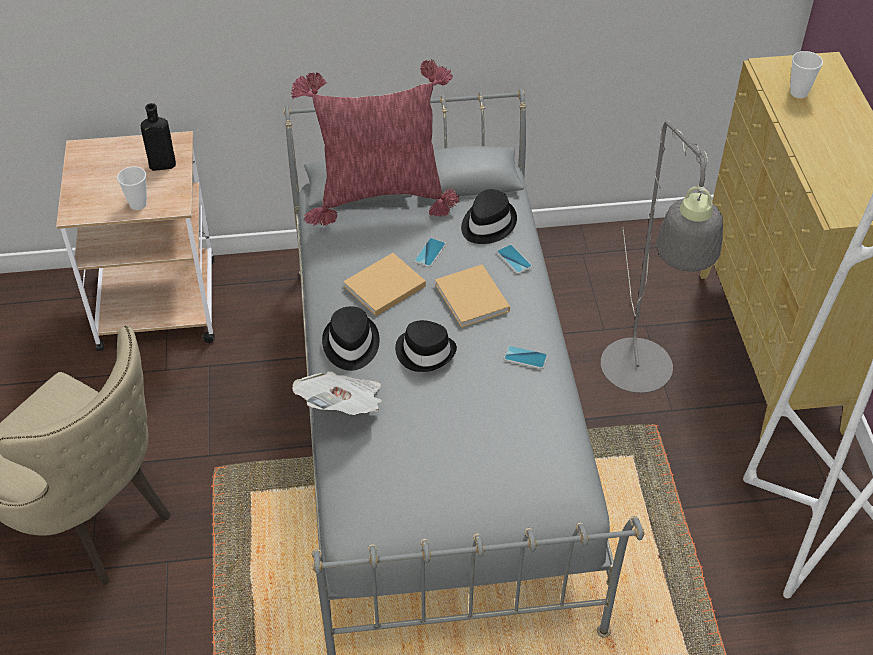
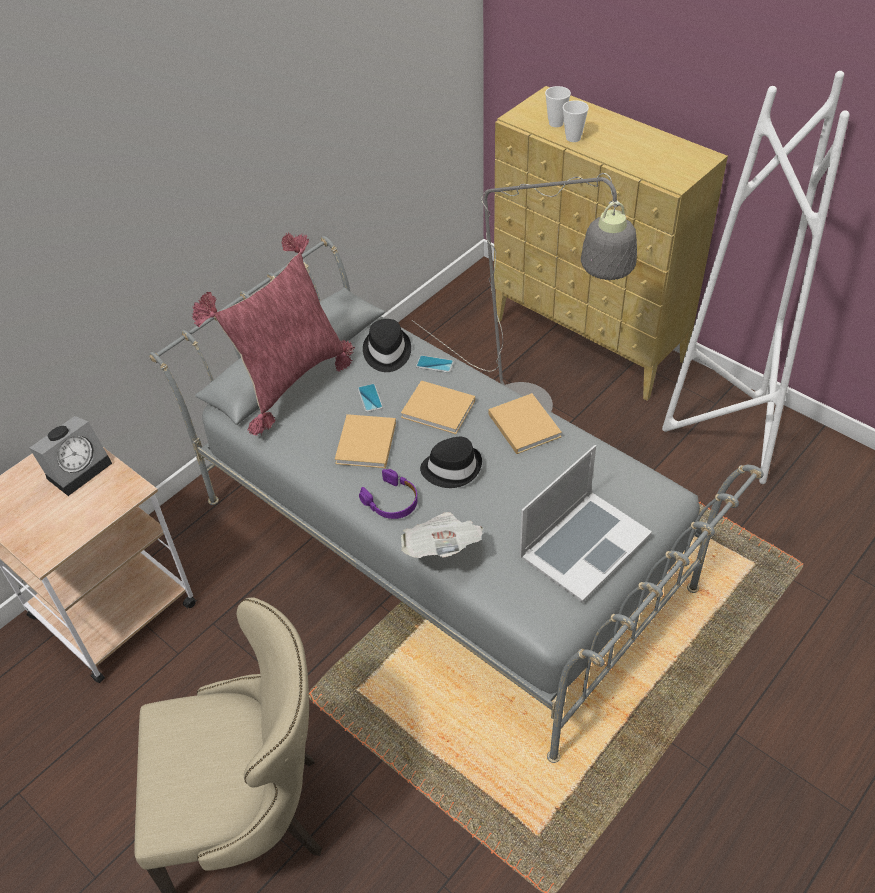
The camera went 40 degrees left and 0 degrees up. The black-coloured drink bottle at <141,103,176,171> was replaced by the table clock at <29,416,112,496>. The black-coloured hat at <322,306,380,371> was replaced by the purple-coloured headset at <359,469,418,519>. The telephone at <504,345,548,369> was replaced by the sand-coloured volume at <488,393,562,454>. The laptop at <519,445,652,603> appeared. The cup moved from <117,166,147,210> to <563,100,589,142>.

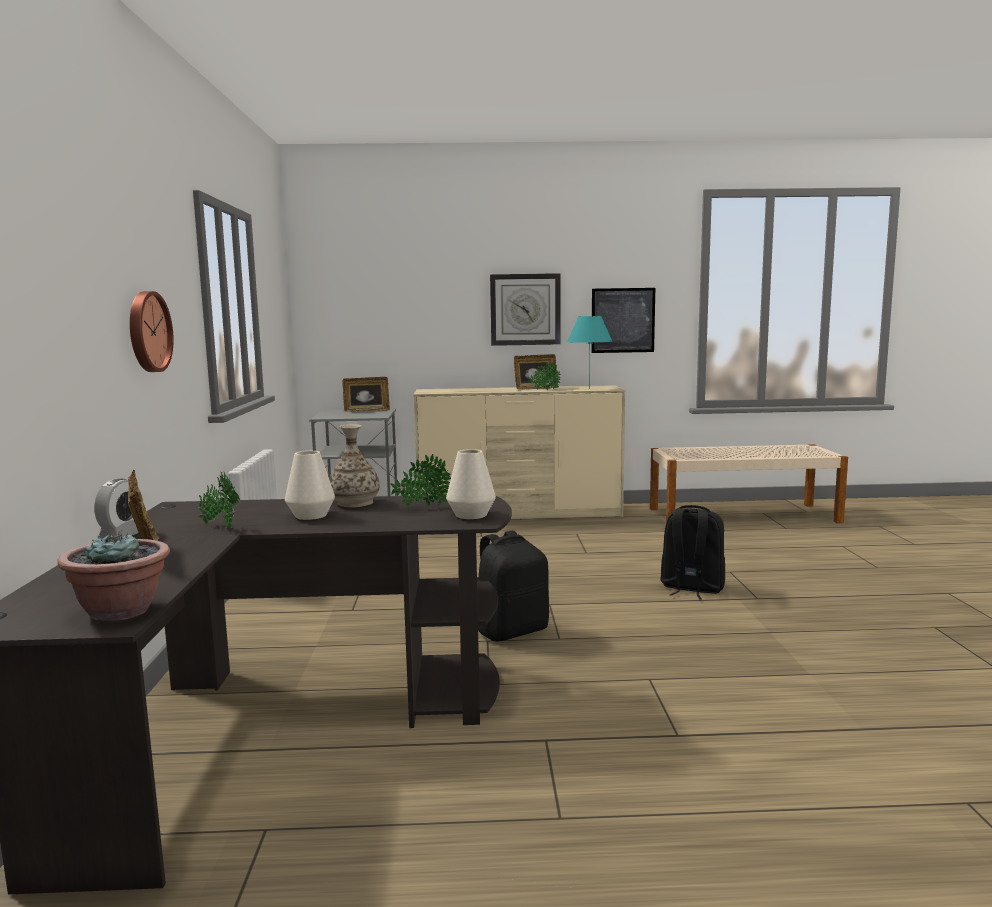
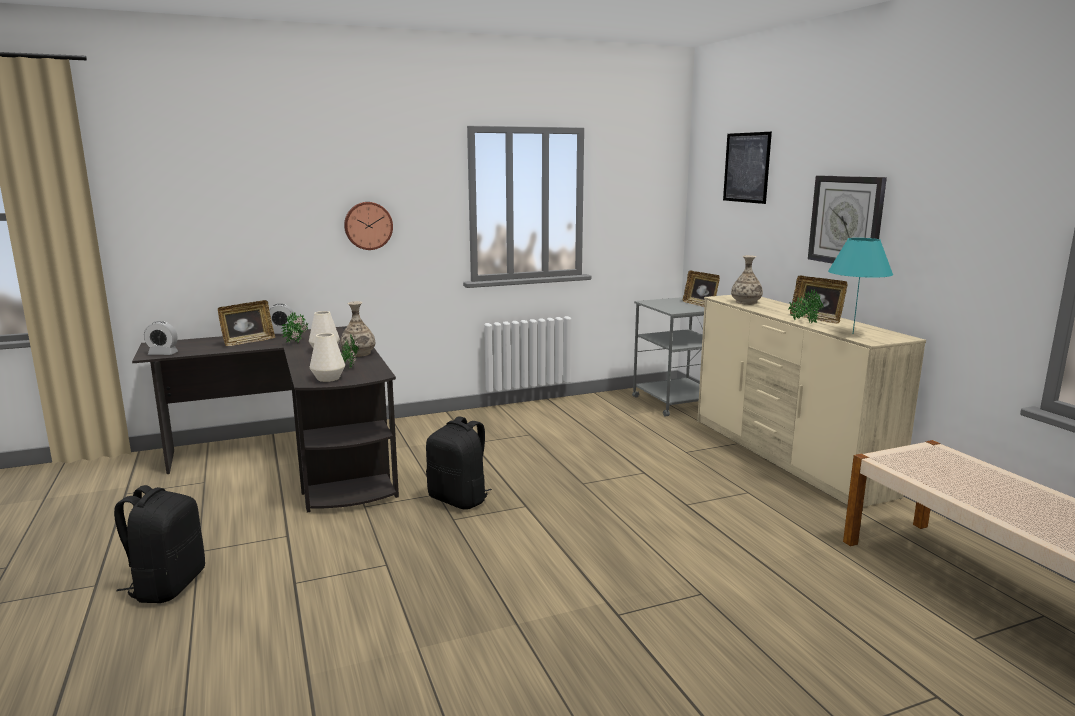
The camera went 70 degrees right and 5 degrees up. The black-coloured knapsack moved from <661,505,725,600> to <114,485,205,603>. The houseplant at <57,530,170,621> was replaced by the table clock at <144,321,178,355>. The picture moved from <592,288,655,353> to <723,132,772,204>. The vase at <731,255,763,304> appeared.

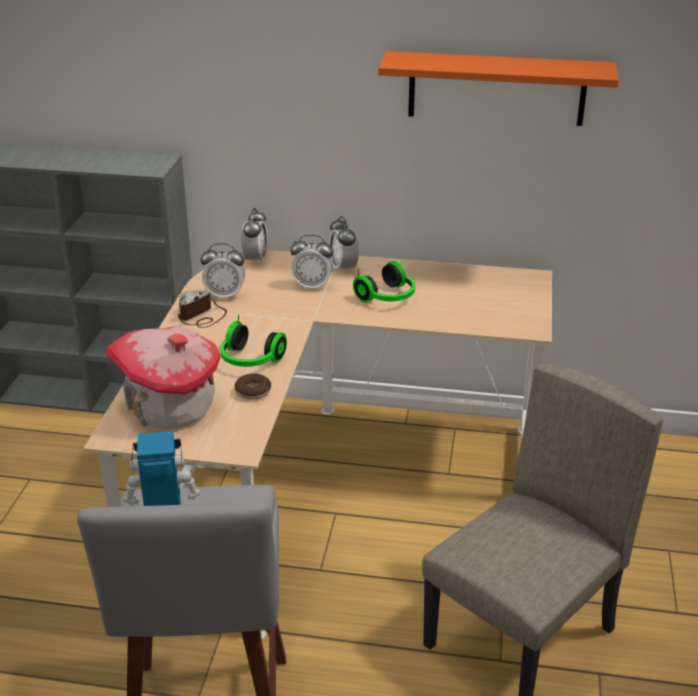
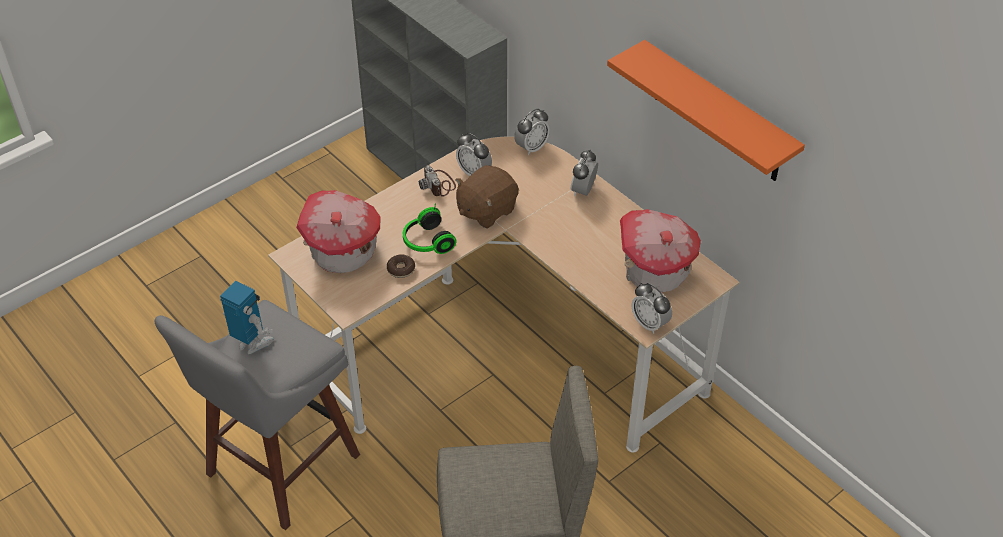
The camera went 40 degrees right and 15 degrees up. The still camera at <178,289,227,328> turned 105 degrees counterclockwise. The brown plush toy at <455,165,519,229> appeared. The toy house at <620,209,701,293> appeared. The table clock moved from <290,234,334,290> to <632,283,672,334>. The headset at <353,261,415,303> disappeared.

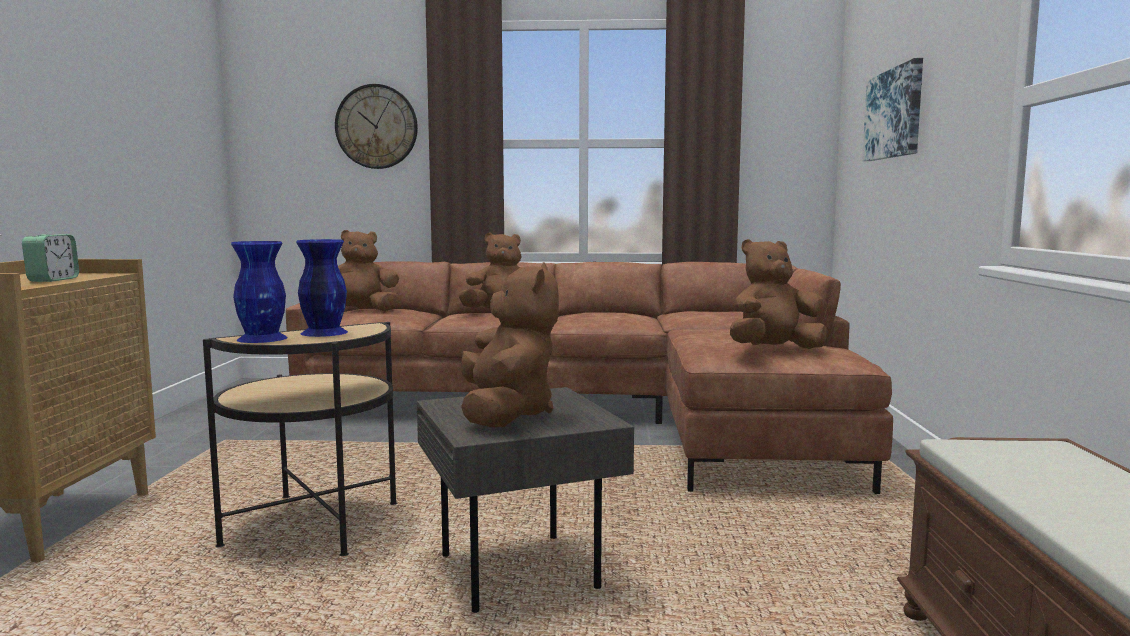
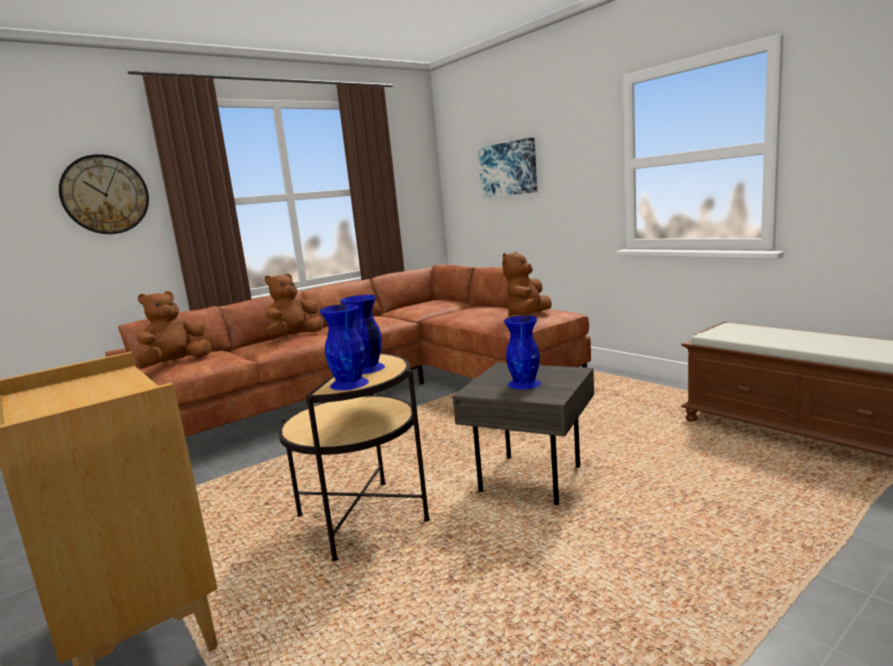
The camera went 40 degrees left and 5 degrees up. The brown plush toy at <461,262,559,427> was replaced by the bluish vase at <504,316,541,389>. The table clock at <22,234,79,282> disappeared.

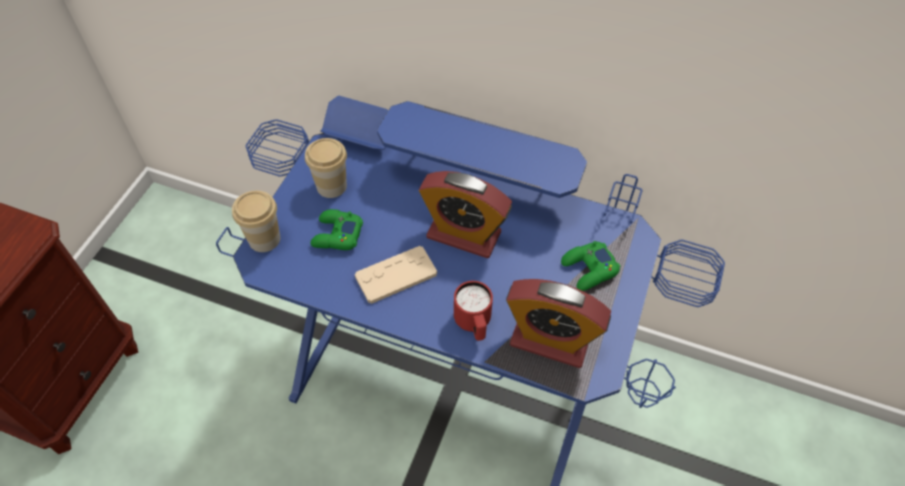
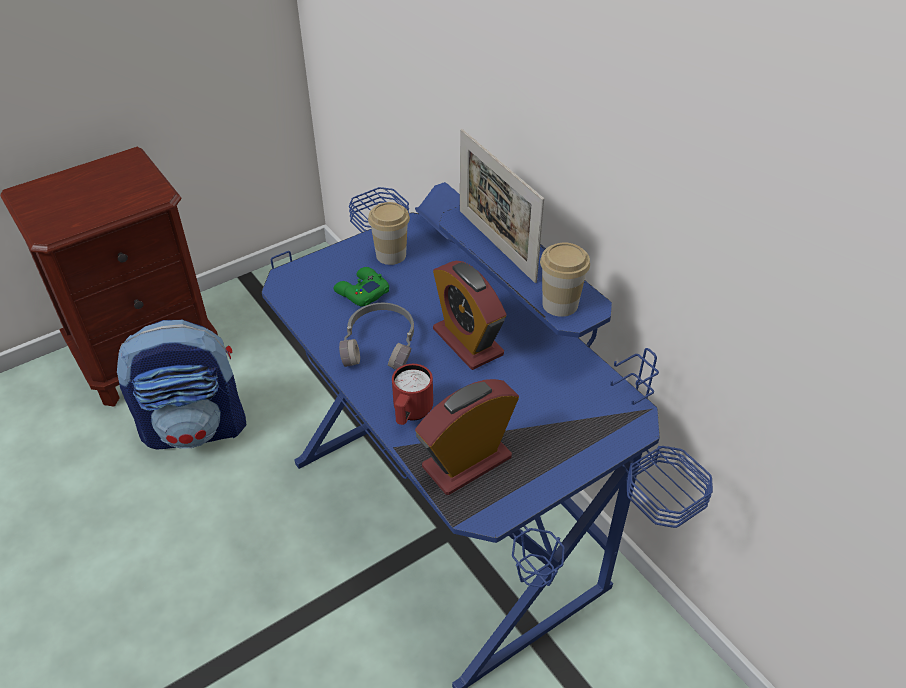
The camera went 35 degrees right and 10 degrees down. The knapsack at <117,320,246,449> appeared. The sand-coloured gamepad at <355,246,437,304> was replaced by the gray headset at <339,303,414,370>. The table clock at <506,279,611,368> turned 90 degrees clockwise. The photo frame at <460,129,544,283> appeared. The cup moved from <232,191,280,252> to <540,242,590,317>. The greenish gamepad at <561,241,621,291> disappeared.

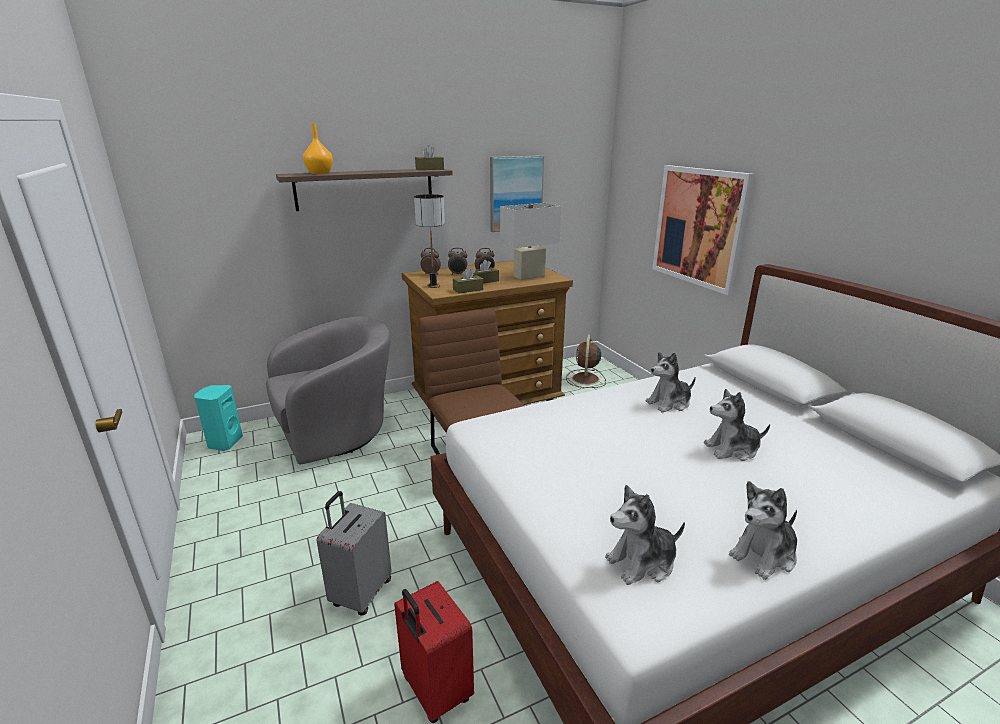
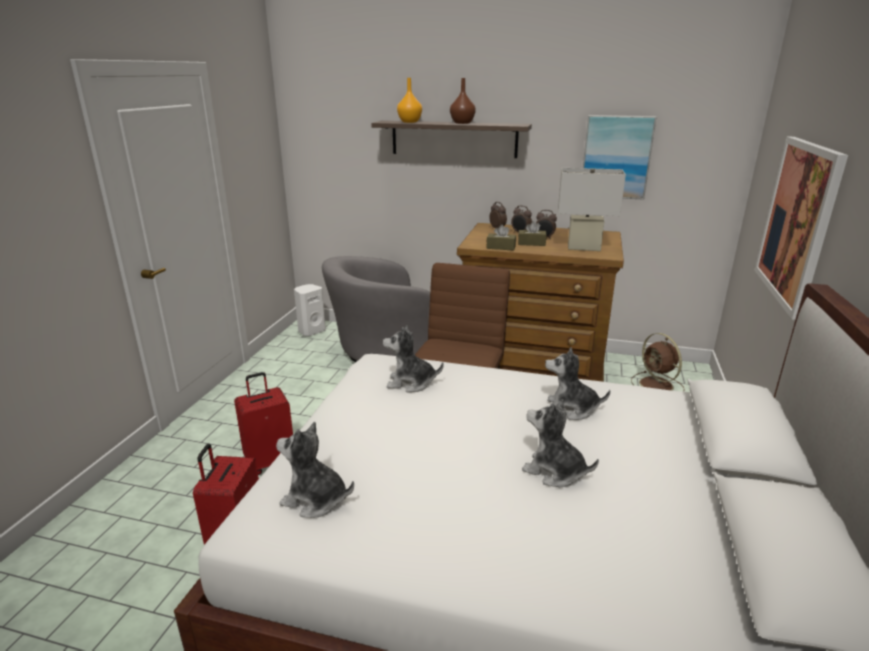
The camera went 40 degrees right and 0 degrees up. The gray travel case at <317,491,392,615> became the red-coloured travel case at <234,372,293,475>. The turquoise-coloured loudspeaker at <194,385,243,451> became the white loudspeaker at <294,284,326,337>. The gray lounge chair at <266,316,390,464> turned 150 degrees clockwise. The plush toy moved from <729,481,797,580> to <383,325,444,393>. The brown vase at <450,78,476,124> appeared. The brown fan at <566,335,606,388> turned 75 degrees counterclockwise. The lamp for a table at <414,194,445,288> disappeared. The brown box of tissues at <415,145,444,170> disappeared.

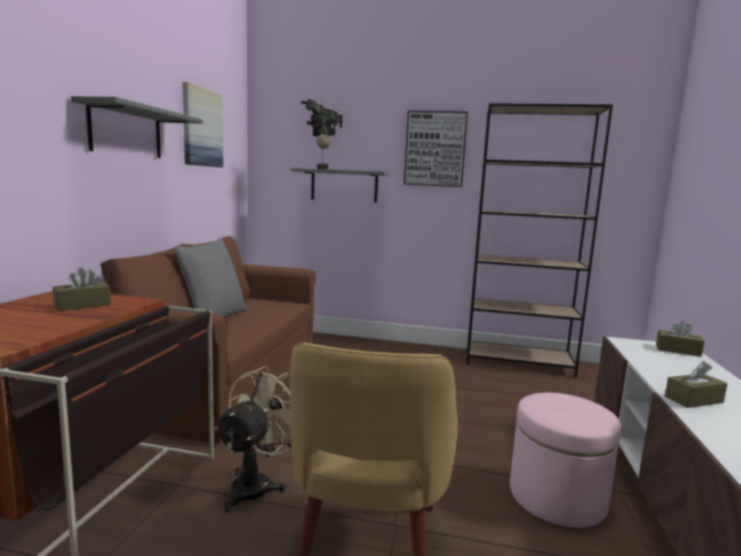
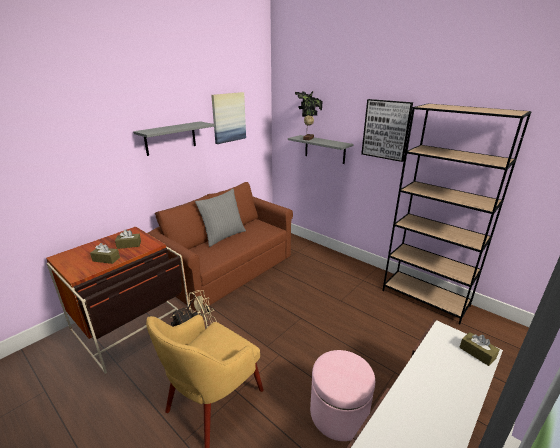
The camera went 30 degrees right and 15 degrees up. The brown box of tissues moved from <665,361,727,408> to <90,243,120,264>.

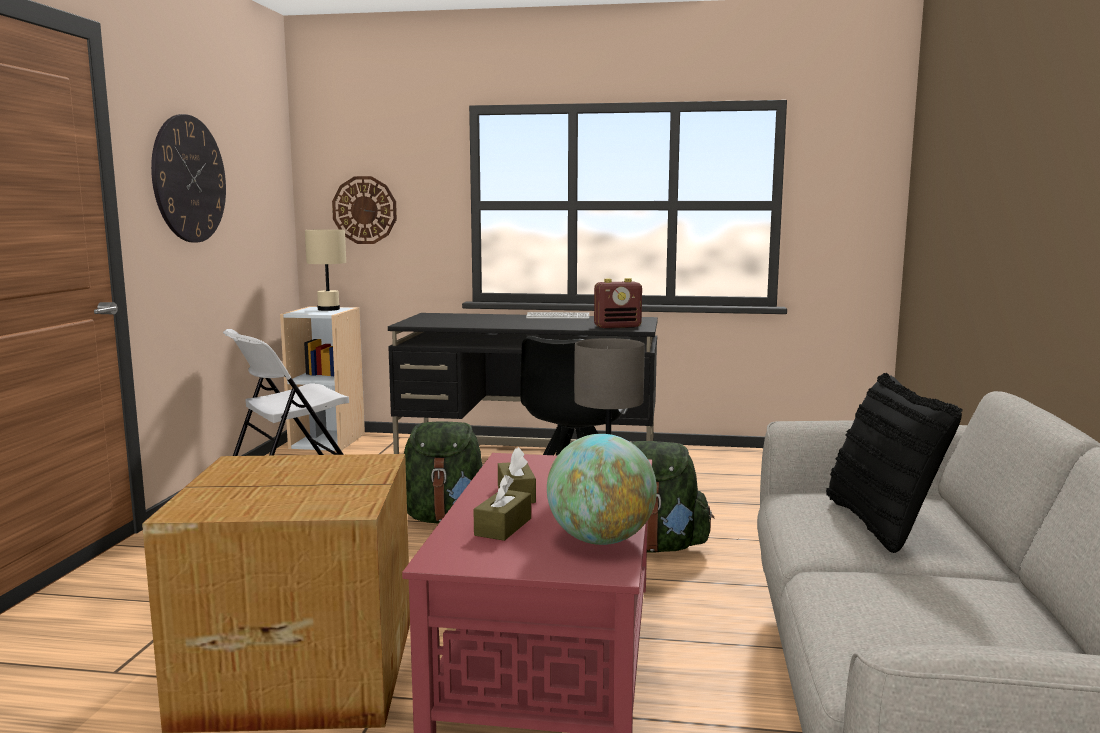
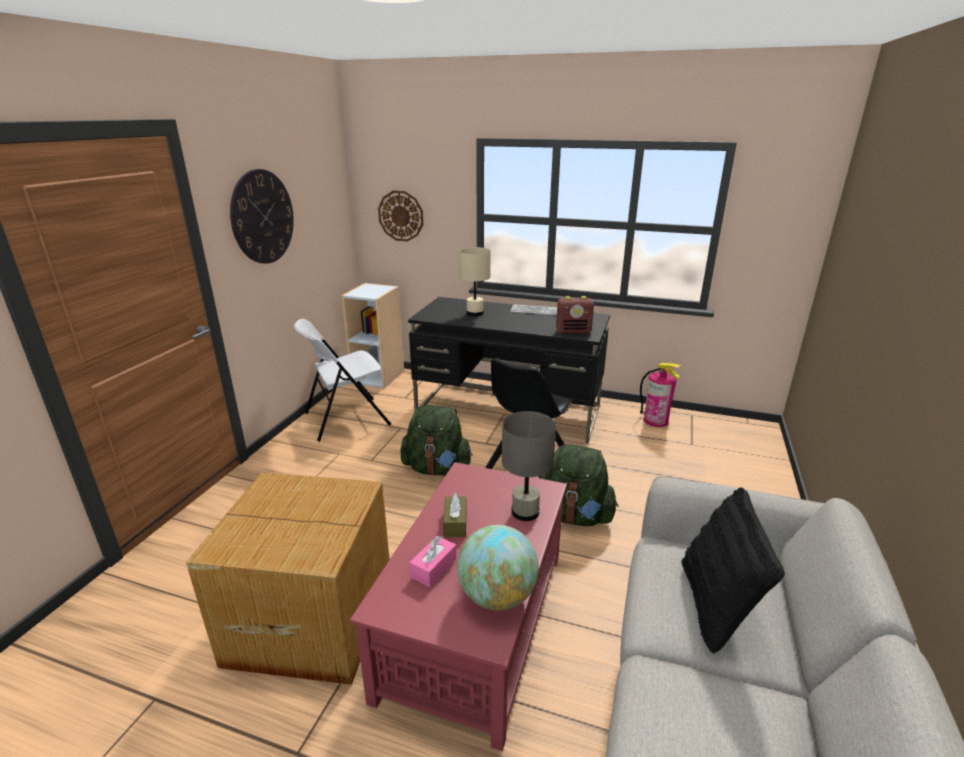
The camera went 10 degrees right and 15 degrees up. The brown box of tissues at <473,475,531,541> became the pinkish box of tissues at <410,536,456,587>. The sand-coloured lamp for a table moved from <305,229,346,311> to <459,247,491,316>. The fire-fighting cylinder at <640,363,681,427> appeared.

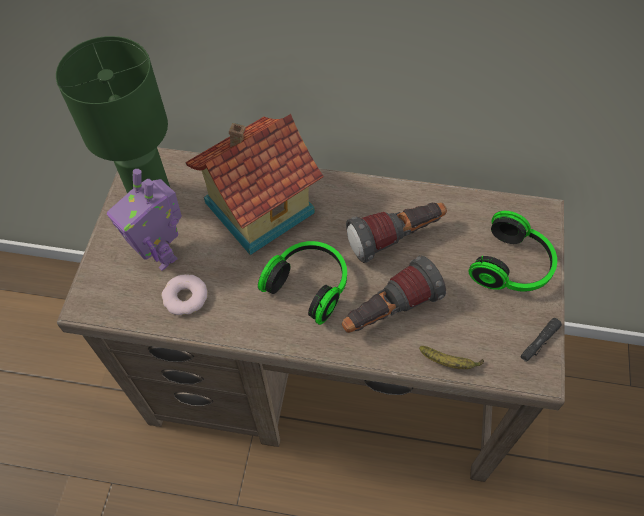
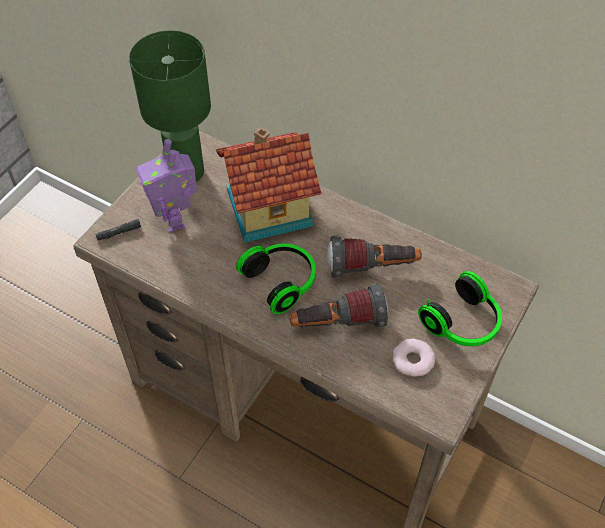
The camera went 20 degrees right and 5 degrees down. The black-coloured torch moved from <521,318,562,362> to <95,219,141,241>. The doughnut moved from <161,274,208,315> to <393,339,435,377>. The banana at <419,346,484,369> disappeared.

